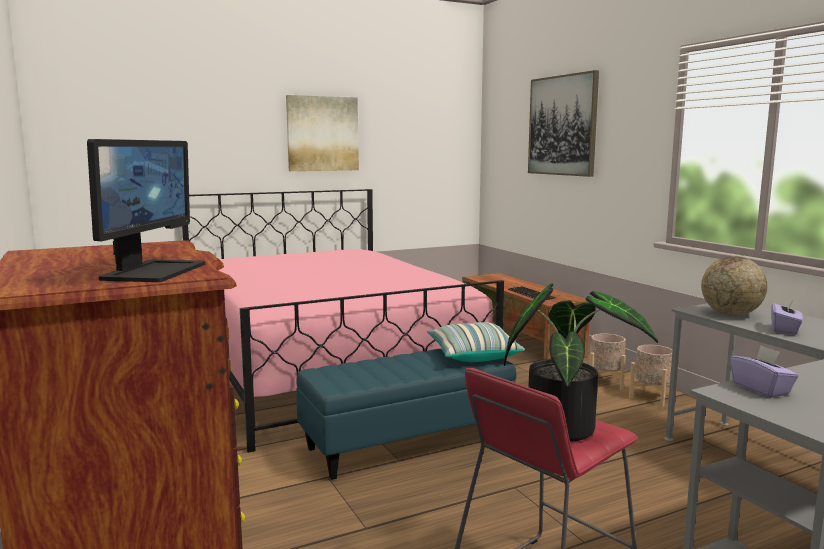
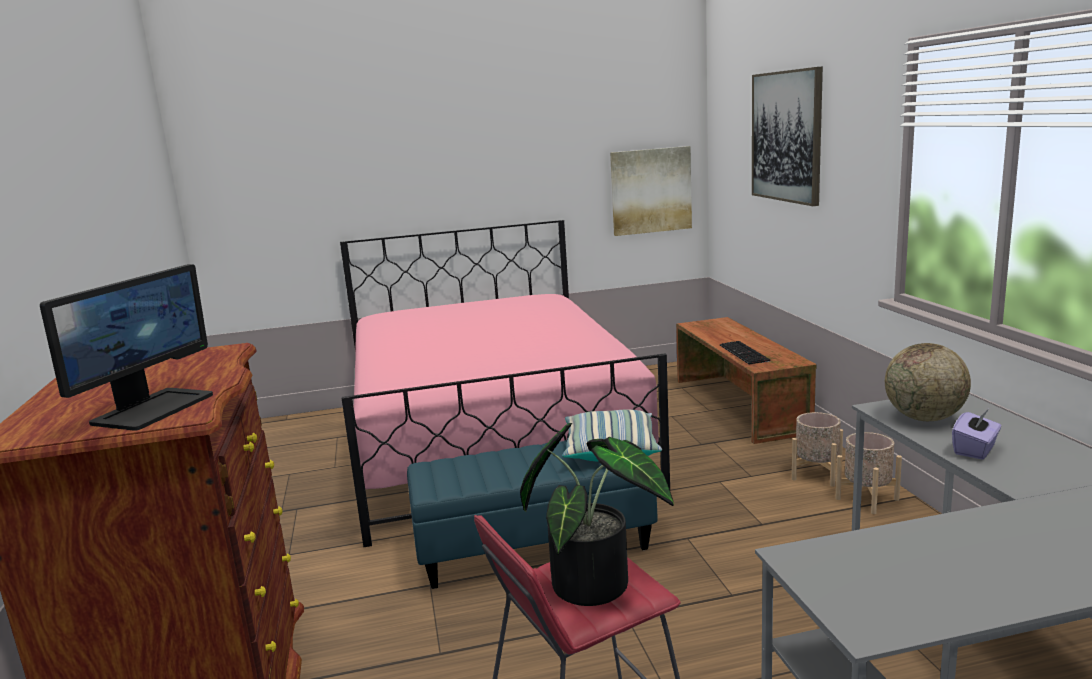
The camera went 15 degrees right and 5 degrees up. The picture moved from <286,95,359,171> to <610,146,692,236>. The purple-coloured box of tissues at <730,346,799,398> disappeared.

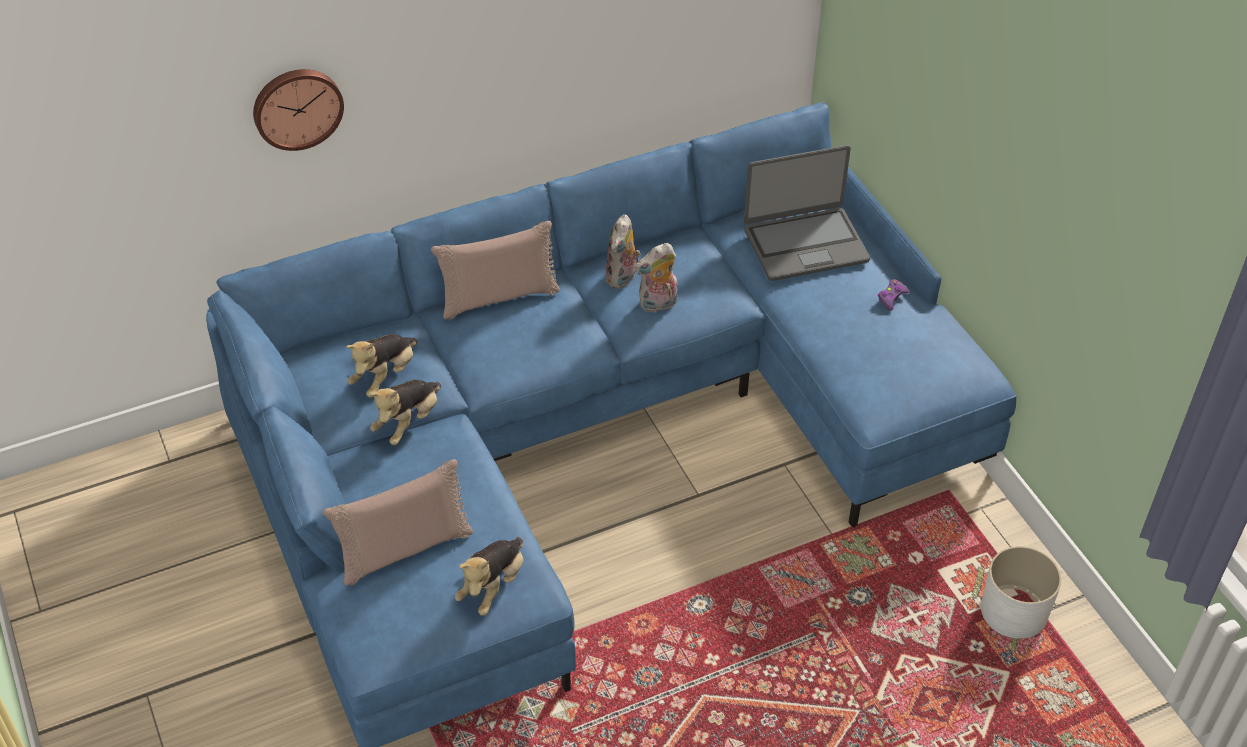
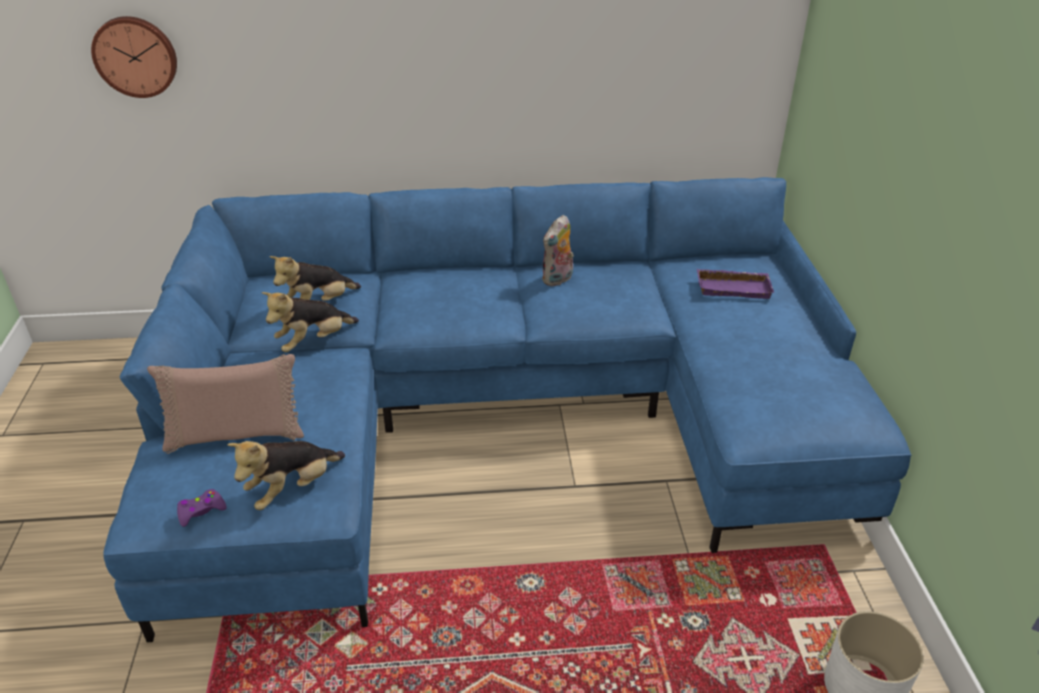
The camera went 20 degrees right and 10 degrees down. The clock on the wall moved from <253,69,344,151> to <91,16,177,98>. The purple-coloured gamepad moved from <878,279,909,311> to <177,489,227,527>. The laptop at <744,145,870,281> was replaced by the purple-coloured serving tray at <697,269,774,299>. The sand-coloured cushion at <431,221,560,320> disappeared. The plush toy at <635,243,678,313> disappeared.

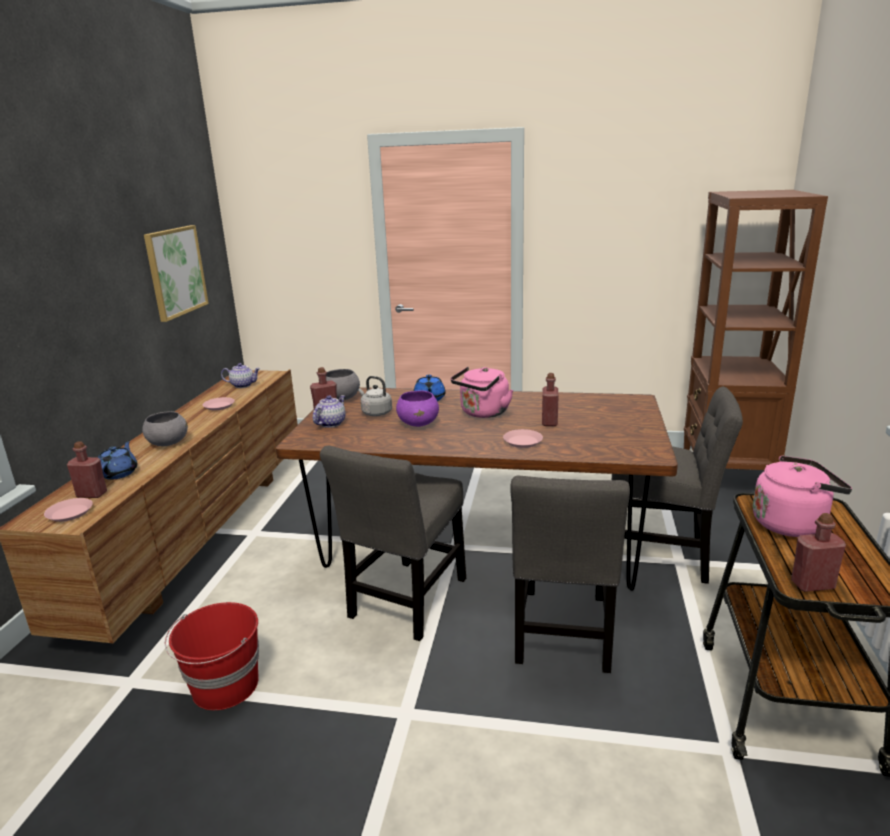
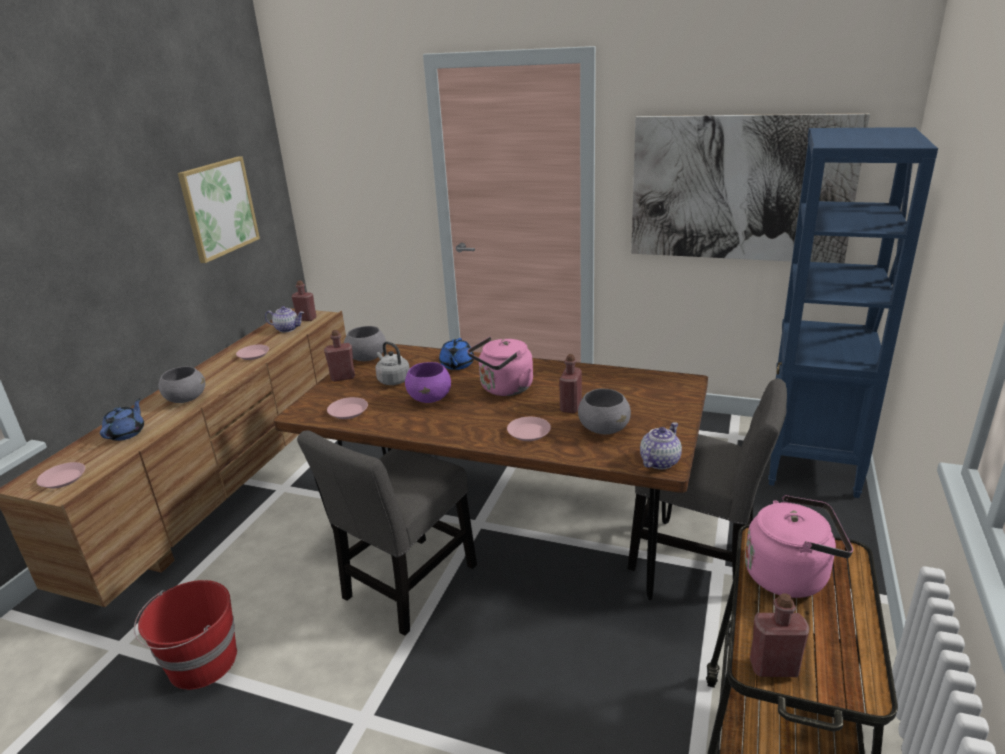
The camera went 10 degrees right and 5 degrees up. The red-coloured drink bottle moved from <67,441,107,498> to <291,281,316,321>. The pinkish plate at <327,397,368,419> appeared. The gray deep dish at <578,388,631,434> appeared. The picture at <631,113,870,263> appeared. The tea pot moved from <313,395,346,428> to <640,422,682,469>. The brown shelving unit at <684,190,828,470> became the bluish shelving unit at <768,127,938,498>. The gray upright chair at <510,475,630,673> disappeared.

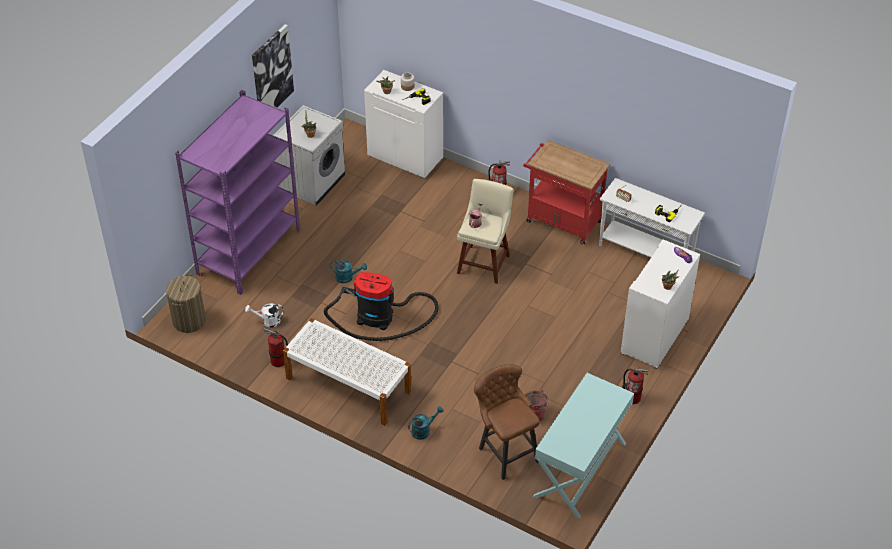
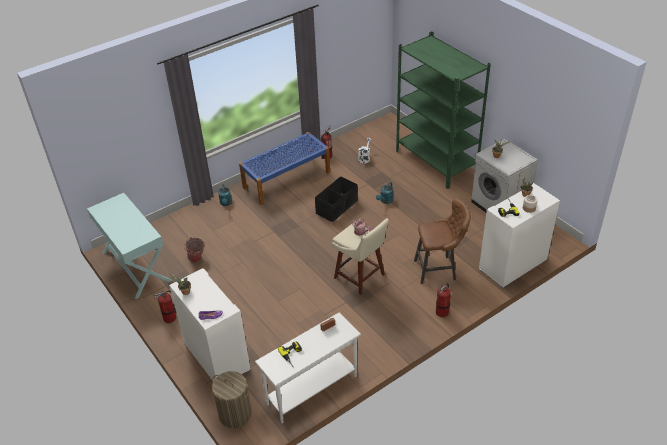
The camera went 115 degrees right and 5 degrees down. The hamper moved from <166,274,206,333> to <212,371,252,428>. The white bench at <283,318,411,426> became the bluish bench at <239,132,330,206>. The vacuum at <324,272,438,341> was replaced by the black-coloured storage container at <315,176,358,222>. The purple-coloured shelving unit at <175,90,300,295> became the greenish shelving unit at <396,31,491,189>. The brown stool moved from <474,364,540,480> to <414,198,471,284>. The picture at <252,24,294,108> disappeared. The red-coloured cart at <523,140,610,245> disappeared.

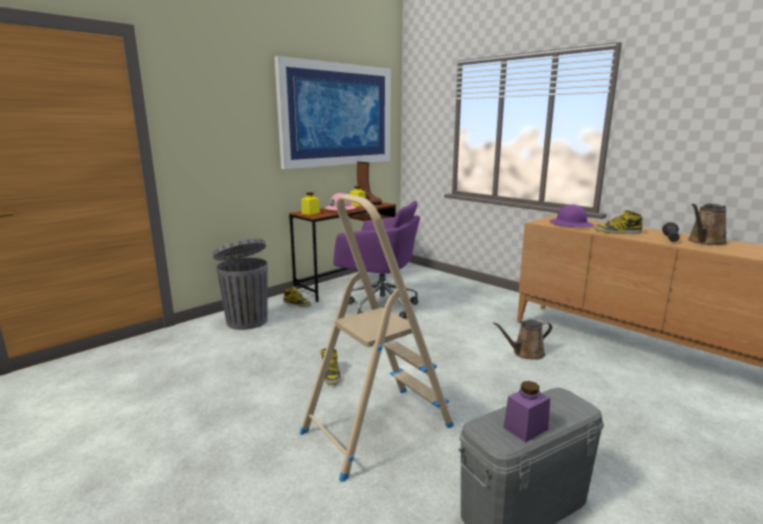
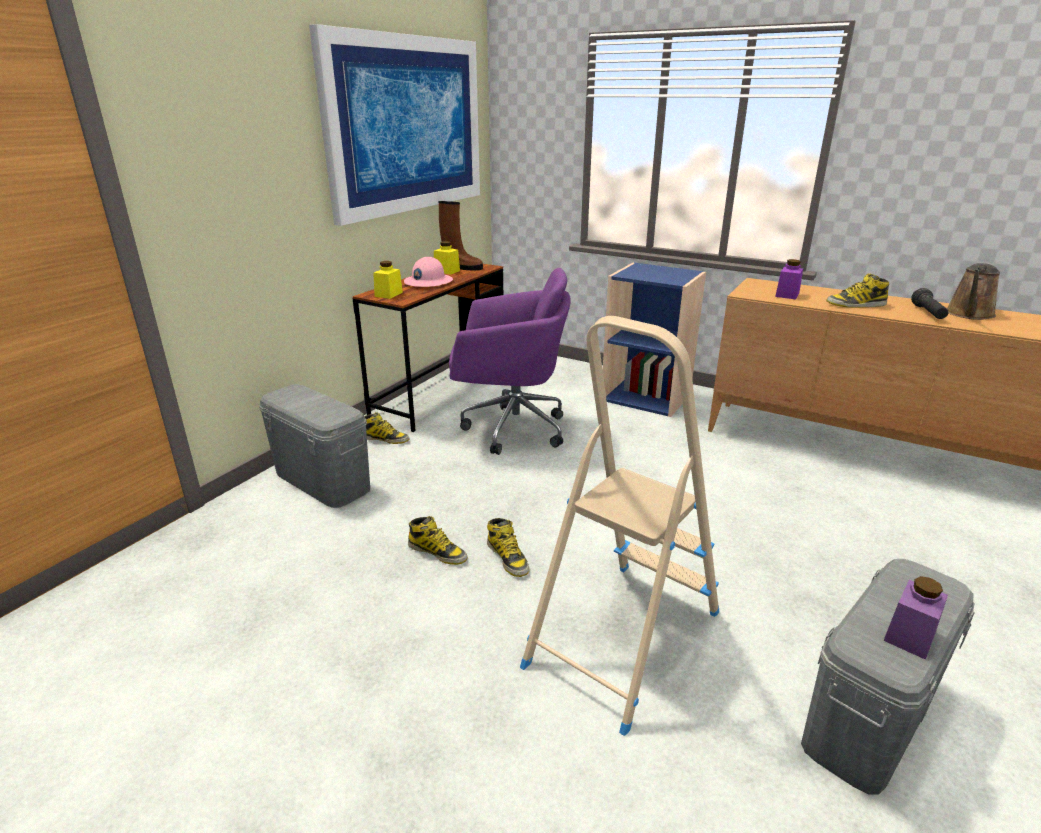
The camera went 15 degrees left and 10 degrees up. The gray trash can at <213,238,268,330> was replaced by the gray storage container at <259,384,370,508>. The high-top boot at <408,516,468,565> appeared. The bluish shelving unit at <603,262,706,417> appeared. The purple-coloured hard hat at <550,204,594,228> was replaced by the purple-coloured storage jar at <775,259,803,299>. The brown sprinkling can at <493,320,552,360> disappeared.

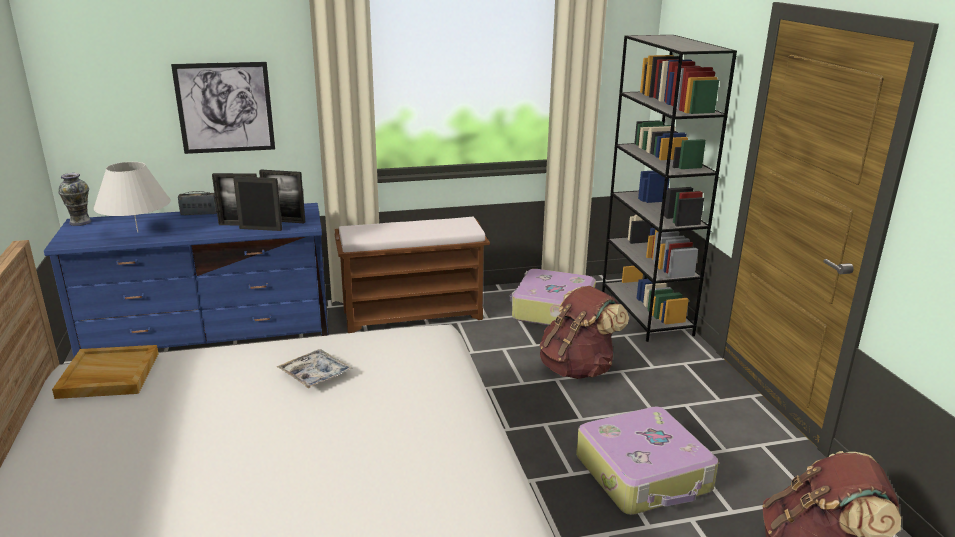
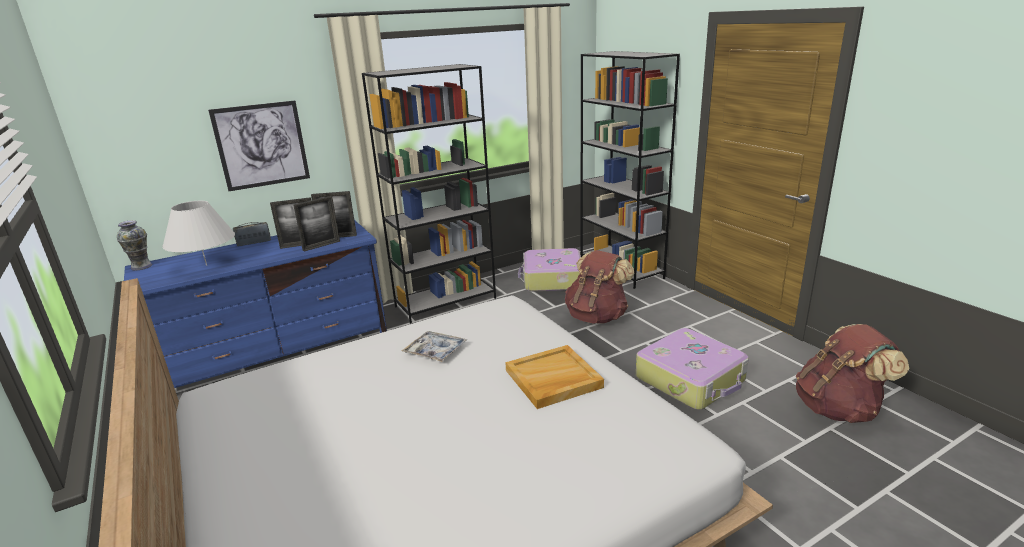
The camera went 15 degrees left and 0 degrees up. The photo frame at <233,176,282,231> turned 150 degrees clockwise. The brown bench at <335,217,490,333> was replaced by the gray shelving unit at <362,64,496,324>. The sand-coloured serving tray moved from <52,345,159,399> to <505,345,604,409>.

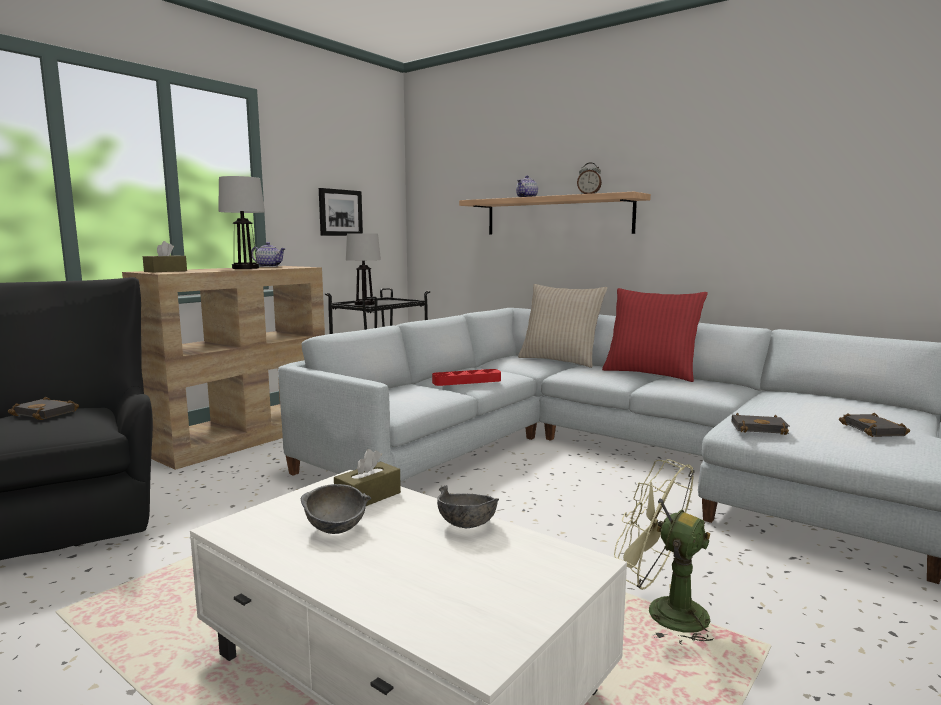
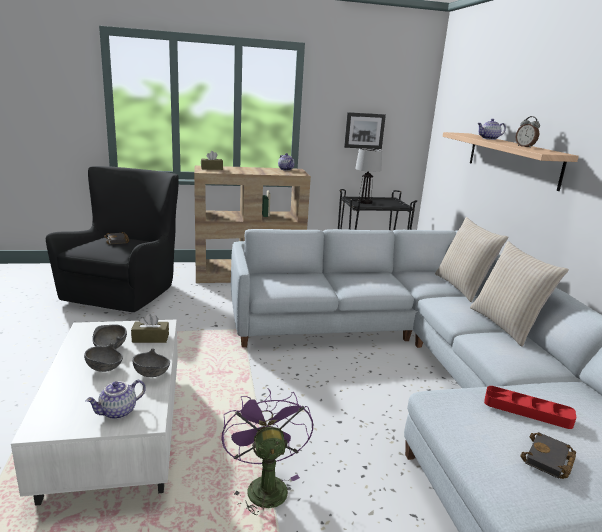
The camera went 40 degrees right and 10 degrees up. The gray deep dish at <84,343,123,372> appeared. The tea pot at <86,380,146,419> appeared. The greenish fan at <614,459,713,644> became the purple-coloured fan at <222,388,313,515>. The red-coloured cushion at <602,288,708,382> became the sand-coloured cushion at <470,241,569,347>. The red-coloured serving tray moved from <432,369,501,386> to <484,386,576,429>. The lamp for a table at <218,176,265,269> disappeared. The black-coloured volume at <731,412,790,435> disappeared.

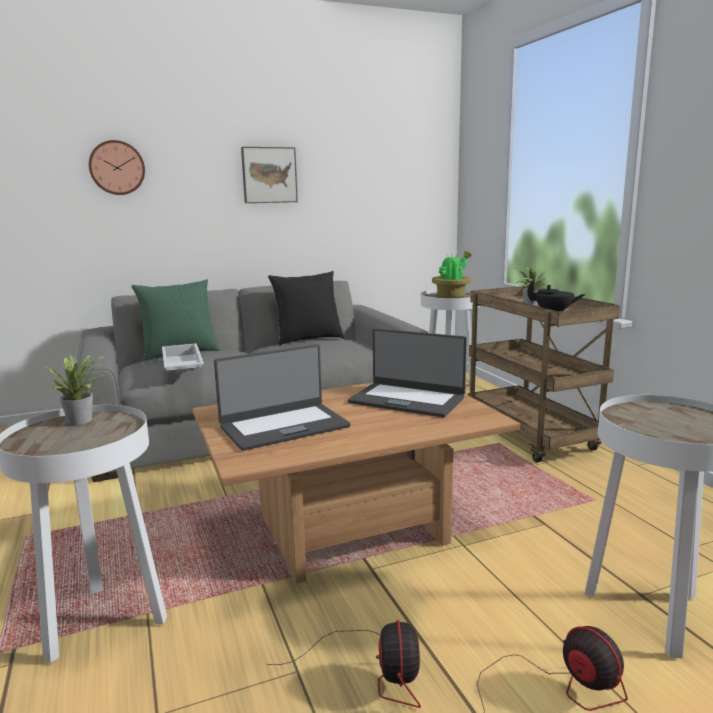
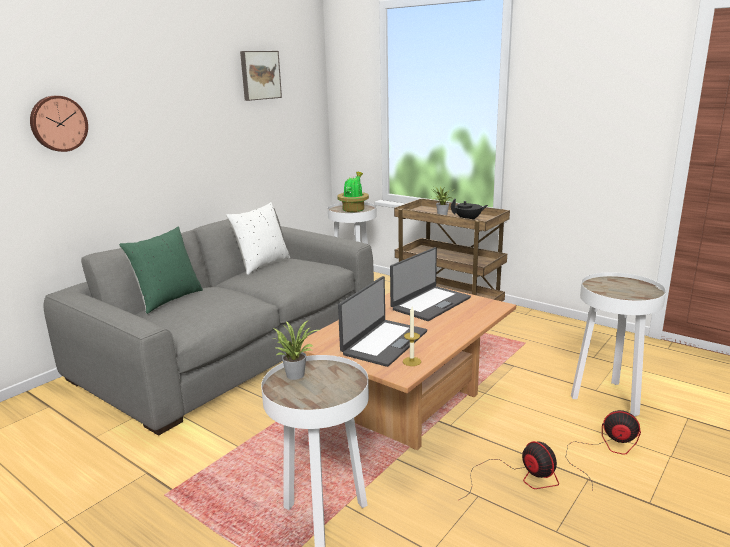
The camera went 30 degrees left and 5 degrees up. The black-coloured cushion at <268,271,344,345> became the white cushion at <226,202,290,275>. The picture moved from <241,147,298,203> to <240,51,282,101>. The laptop at <348,328,467,418> turned 45 degrees counterclockwise. The candle at <403,307,421,366> appeared. The white serving tray at <162,343,204,371> disappeared.

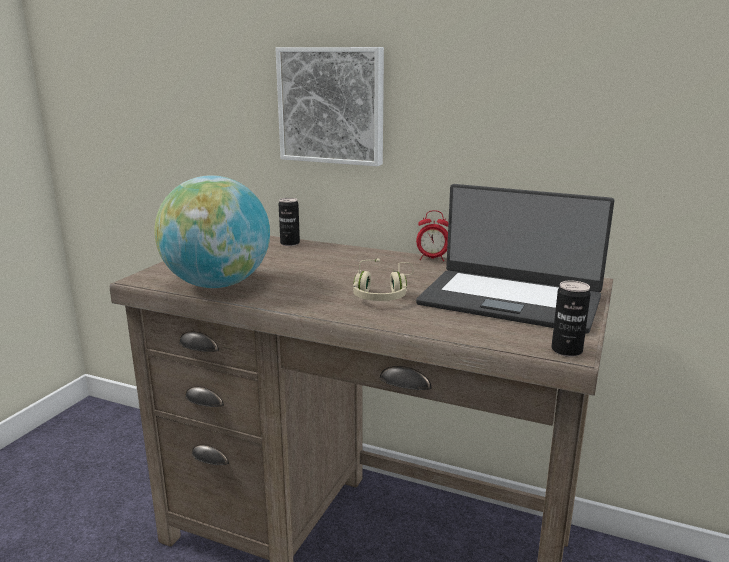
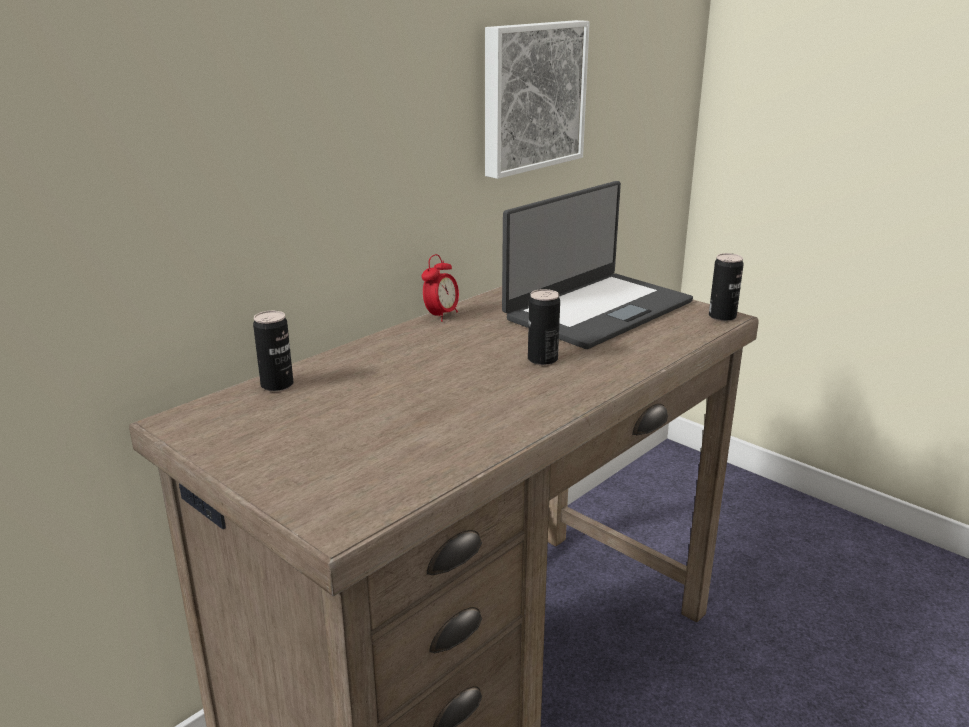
The camera went 70 degrees left and 5 degrees up. The picture moved from <275,47,384,166> to <485,20,590,179>. The sand-coloured headset at <353,258,414,301> was replaced by the metal can at <528,289,560,365>. The world globe at <154,175,270,288> disappeared.

